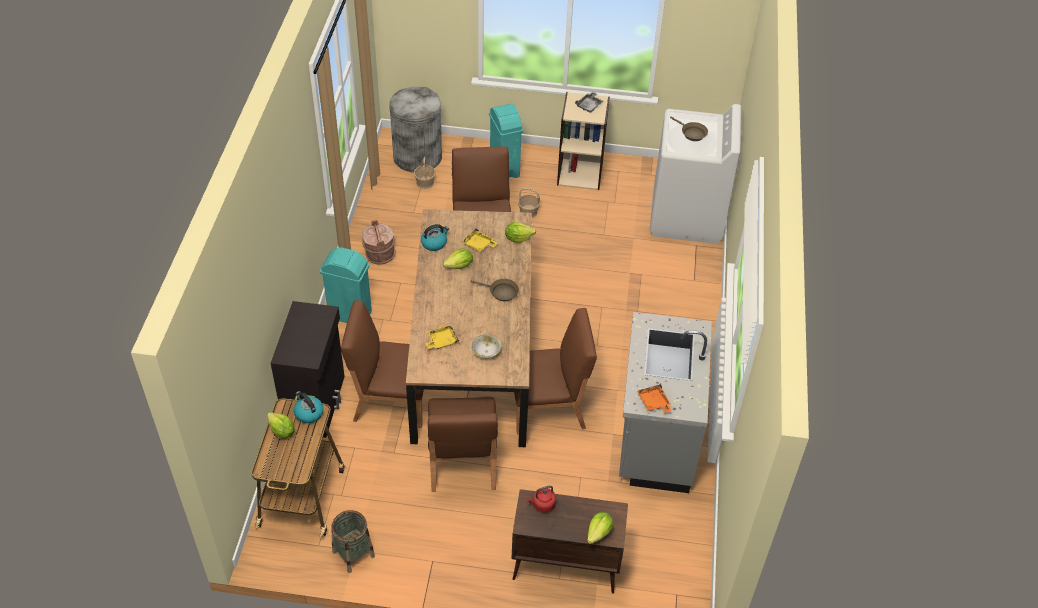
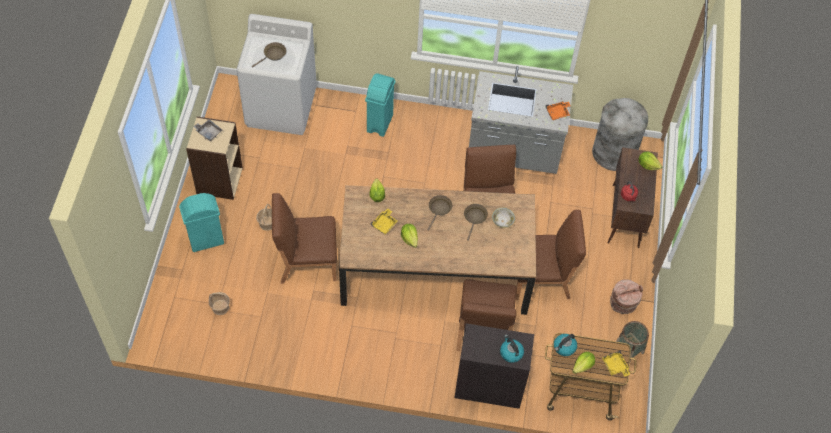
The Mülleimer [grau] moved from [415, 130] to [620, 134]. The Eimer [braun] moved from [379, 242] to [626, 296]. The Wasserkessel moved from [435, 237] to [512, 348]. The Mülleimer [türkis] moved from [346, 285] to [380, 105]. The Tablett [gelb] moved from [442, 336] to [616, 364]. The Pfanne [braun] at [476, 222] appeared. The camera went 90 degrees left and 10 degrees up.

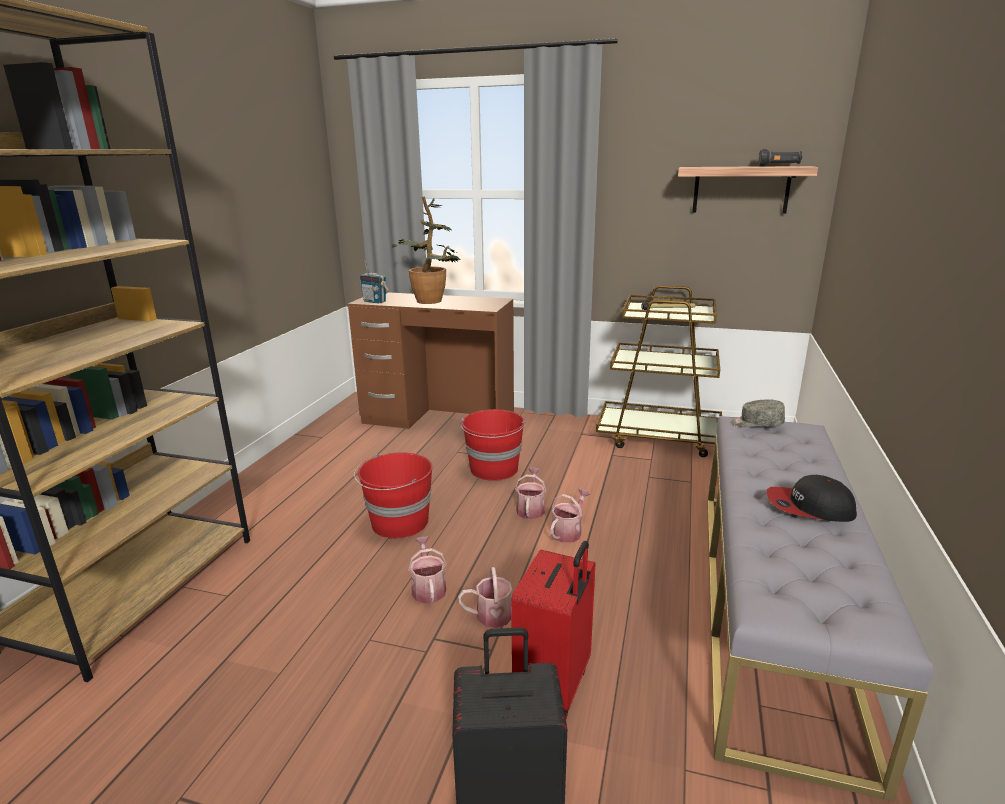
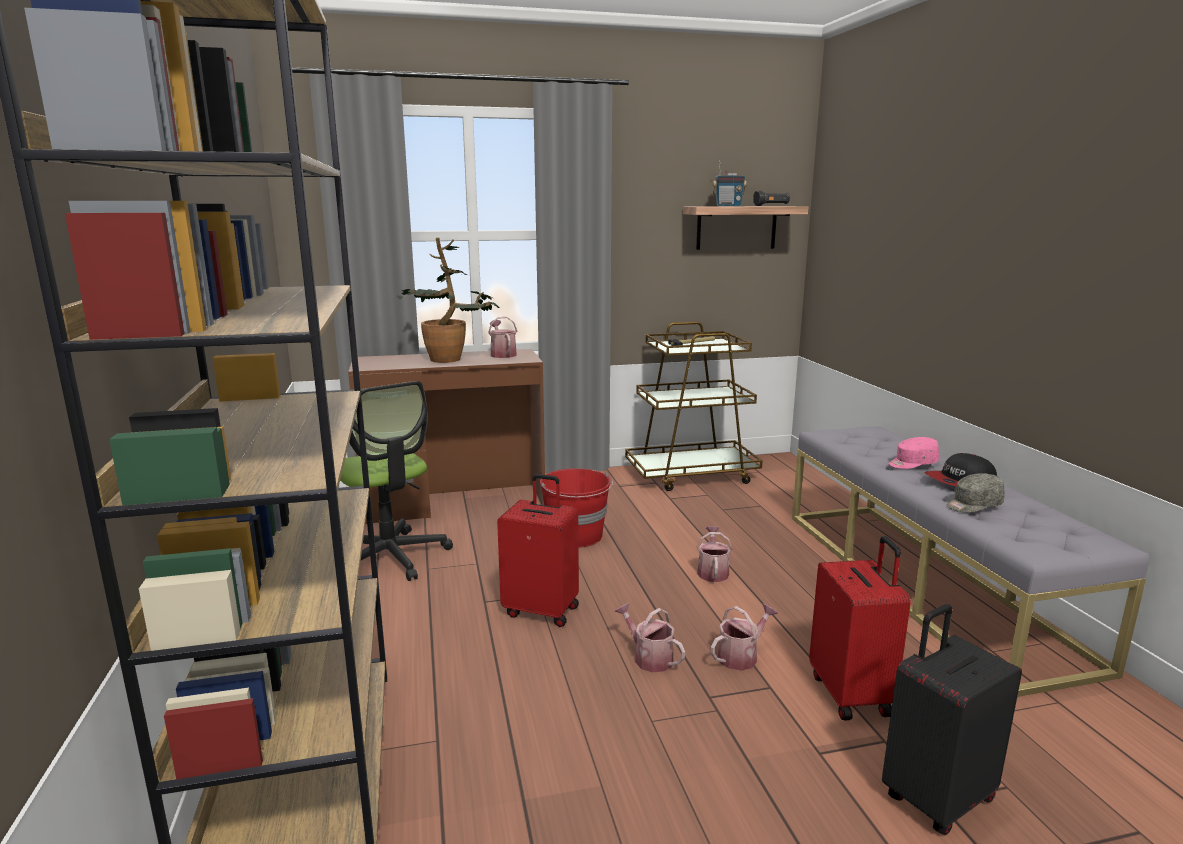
The Radio moved from [374, 281] to [730, 182]. The Kappe [grau] moved from [758, 413] to [976, 492]. The Eimer [rot] at [393, 495] was replaced by the Koffer [rot] at [538, 550]. The Gießkanne moved from [531, 493] to [502, 337]. The Bürostuhl at [396, 481] appeared. The Kappe [rosa] at [914, 453] appeared. The camera went 30 degrees left and 5 degrees down.

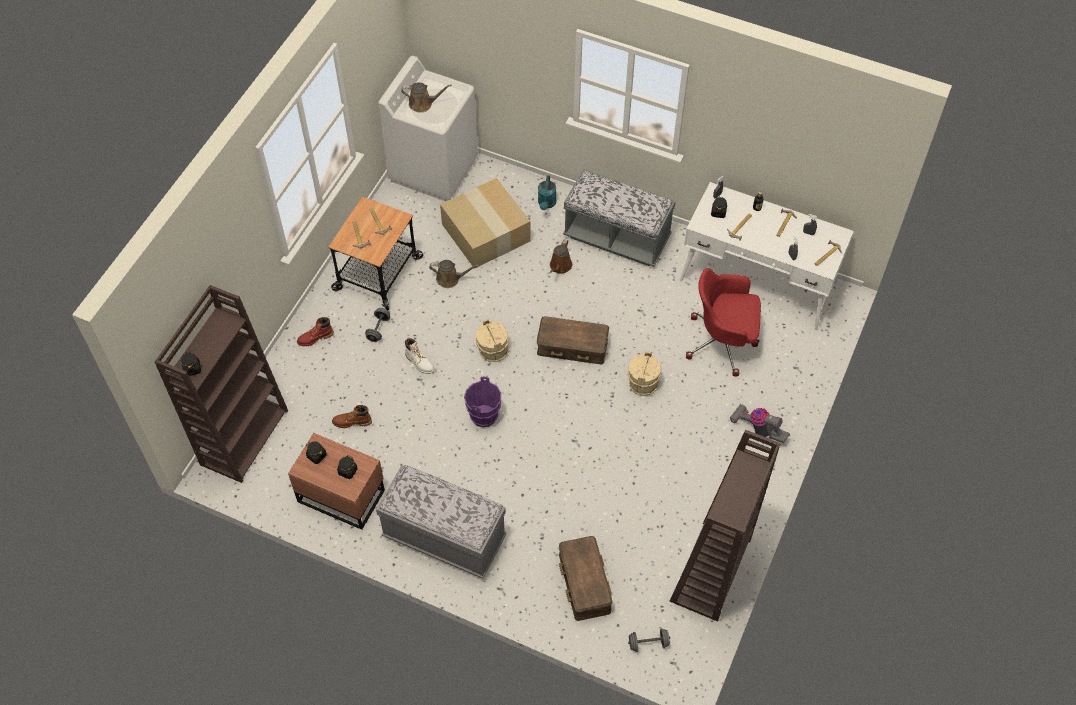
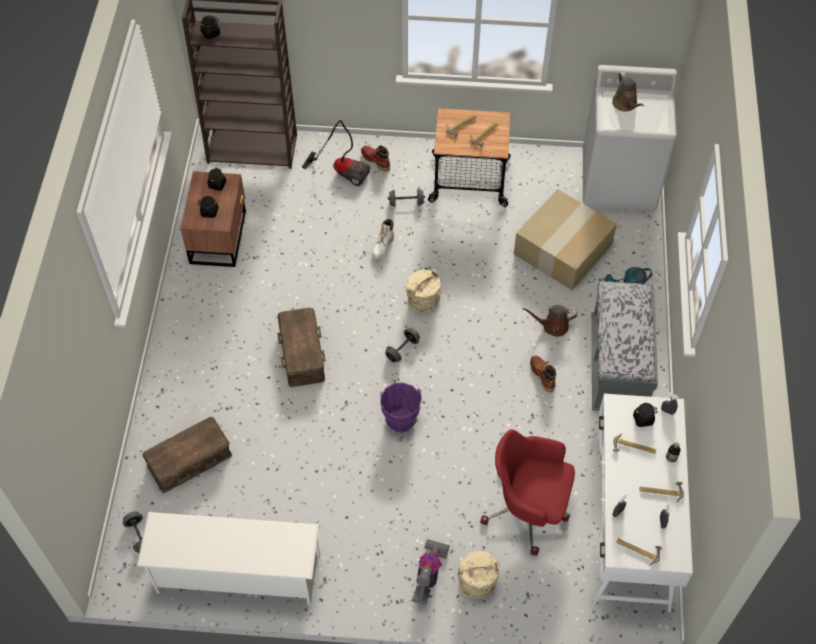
The Gießkanne [braun] at [454, 274] disappeared. The Bürostuhl [rot] at [723, 322] turned 60 degrees counterclockwise. The Aufbewahrungsbox [braun] moved from [573, 340] to [301, 347]. The Eimer [beige] moved from [645, 373] to [479, 575]. The Eimer [lila] moved from [482, 402] to [400, 407]. The Stiefel [braun] moved from [352, 416] to [543, 374]. The Bücherregal [braun] at [725, 526] was replaced by the Schuhregal [weiß] at [228, 558]. The Bank [grau] at [441, 522] disappeared. The Staubsauger at [336, 153] appeared. The Hantel [grau] at [402, 345] appeared. The camera went 70 degrees right and 0 degrees up.

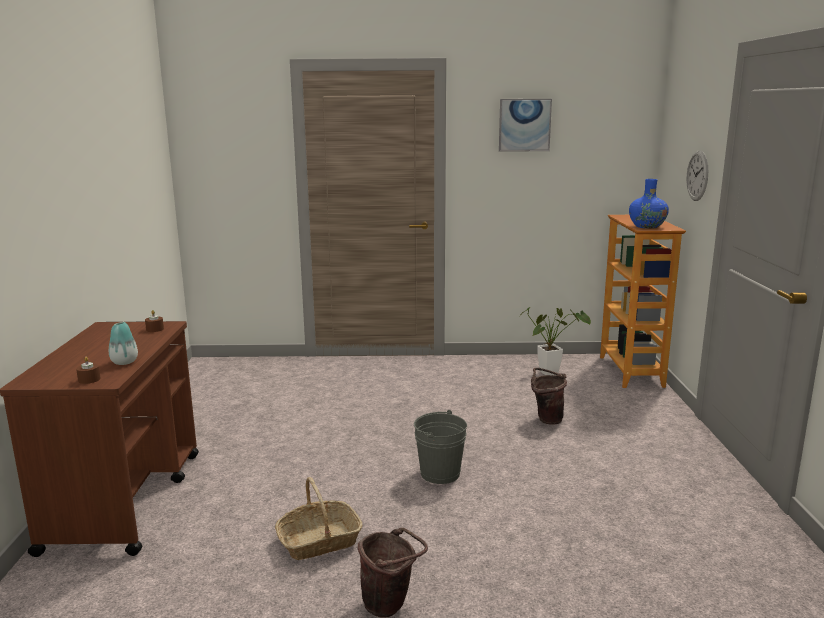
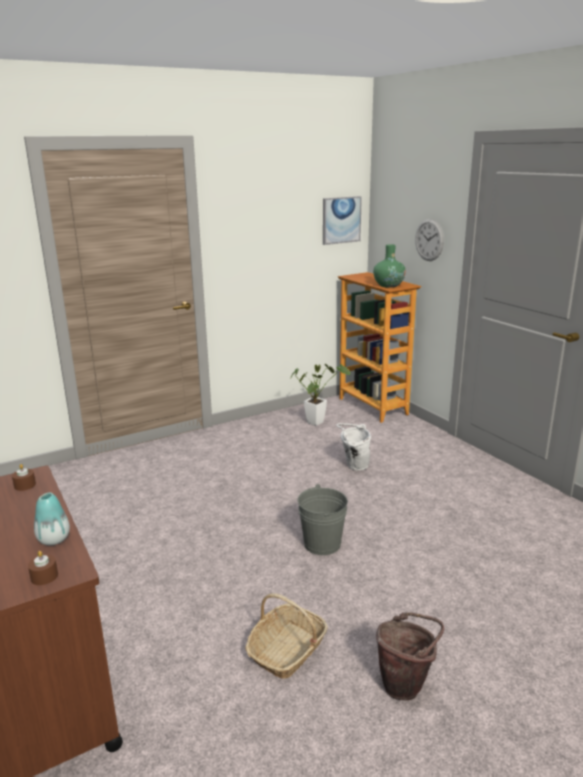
The Bild moved from [525, 125] to [342, 220]. The Vase [blau] at [649, 204] became the Vase [grün] at [389, 265]. The Eimer [braun] at [549, 396] became the Eimer [weiß] at [353, 447]. The camera went 30 degrees left and 5 degrees up.

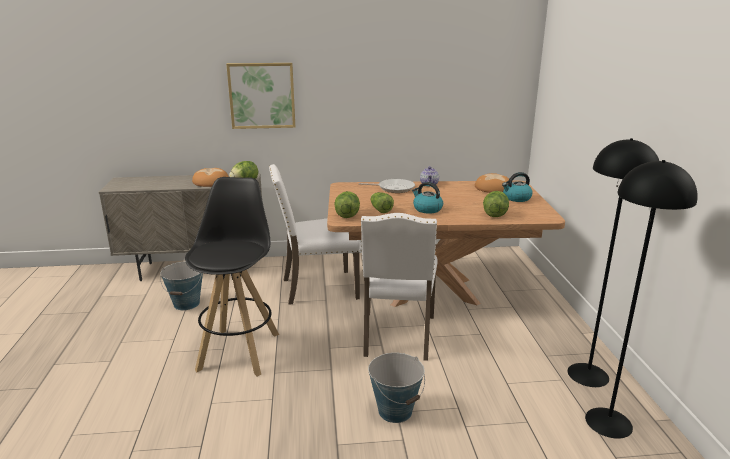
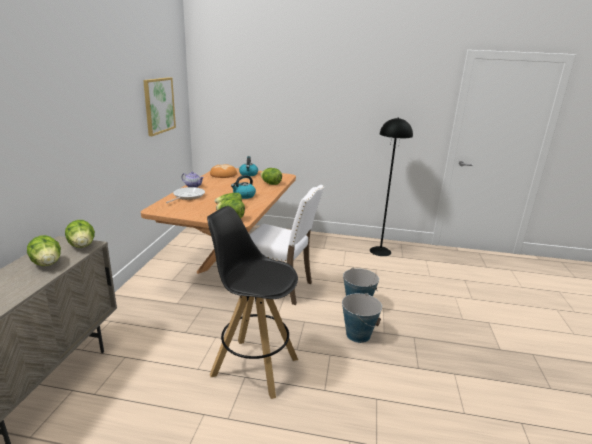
The Bild moved from [260, 96] to [159, 106]. The Stehlampe [schwarz] at [613, 262] disappeared. The Stuhl [weiß] at [315, 234] disappeared. The Brot at [210, 177] was replaced by the Salatkopf at [44, 250]. The Eimer moved from [181, 285] to [362, 318]. The camera went 75 degrees left and 0 degrees up.

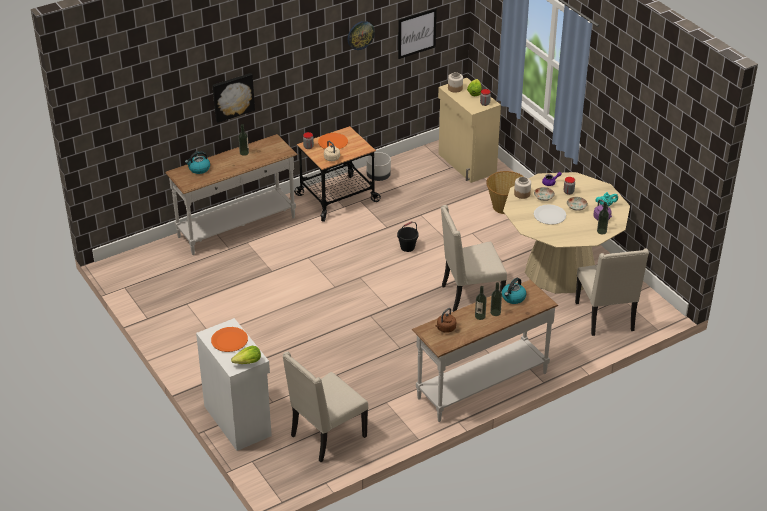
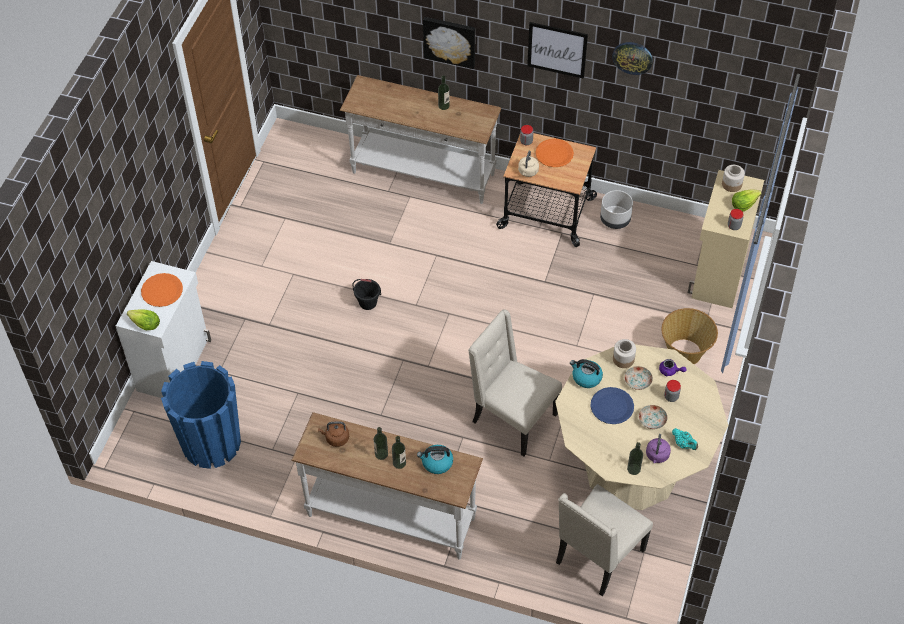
The Bild moved from [417, 33] to [557, 50]. The Wasserkessel moved from [197, 162] to [586, 373]. The Teller [weiß] at [550, 214] became the Teller [blau] at [612, 405]. The Eimer [schwarz] moved from [407, 237] to [366, 294]. The Stuhl [beige] at [325, 406] was replaced by the Pflanzkübel [blau] at [201, 415]. The camera went 50 degrees right and 15 degrees up.

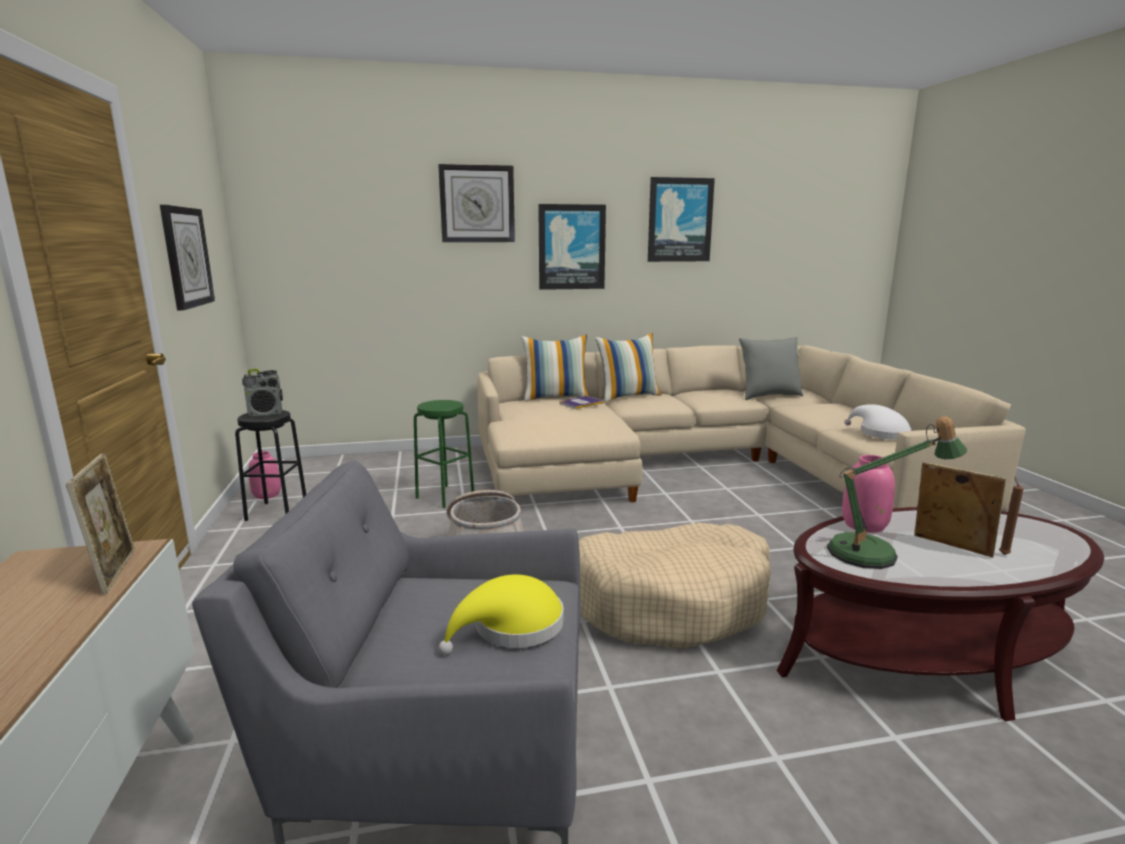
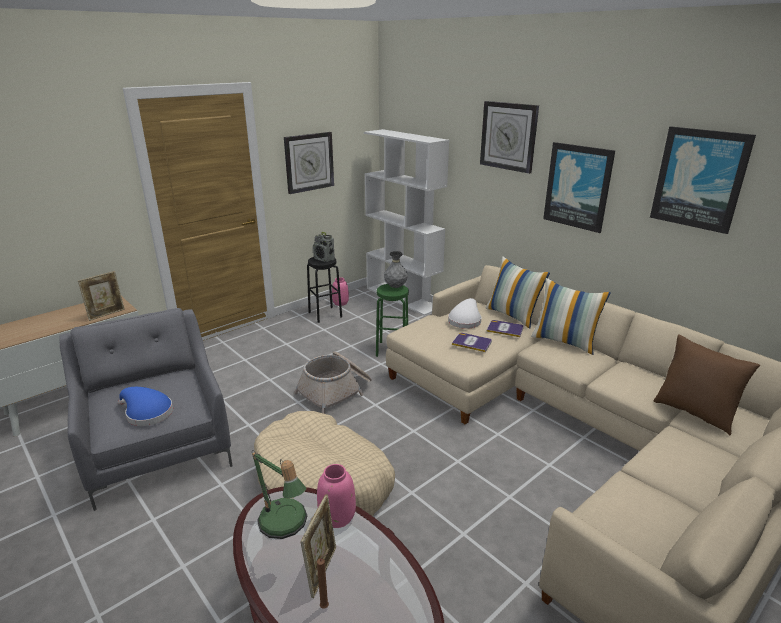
The Kissen [grau] at [771, 368] became the Kissen [braun] at [707, 385]. The Hut [weiß] moved from [878, 422] to [464, 313]. The Hut [gelb] at [501, 615] became the Hut [blau] at [145, 406]. The Bücherregal [weiß] at [406, 222] appeared. The Vase [grau] at [396, 269] appeared. The Buch at [472, 342] appeared. The camera went 60 degrees right and 10 degrees up.

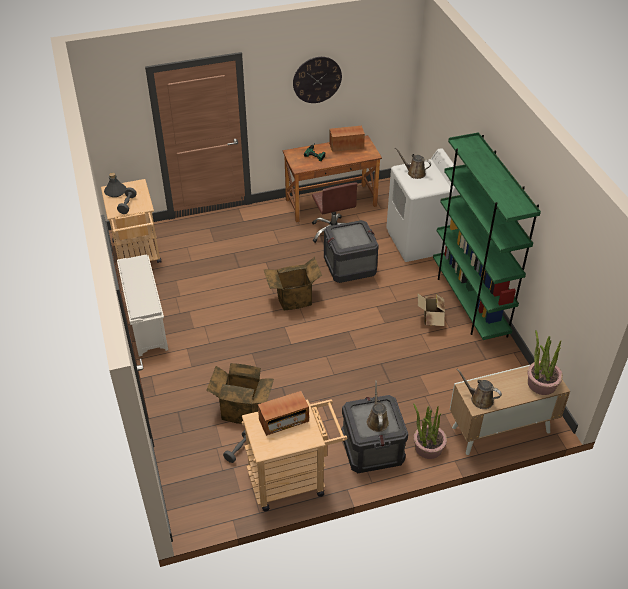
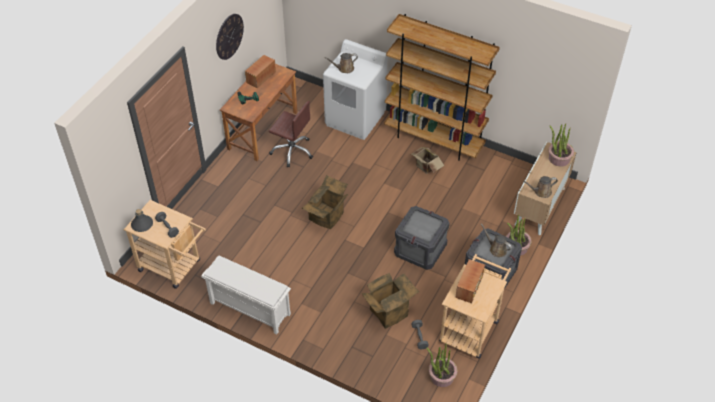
The Bücherregal [grün] at [487, 236] became the Bücherregal [braun] at [442, 87]. The Kiste moved from [351, 251] to [421, 238]. The Topfpflanze at [441, 365] appeared. The camera went 45 degrees left and 5 degrees up.

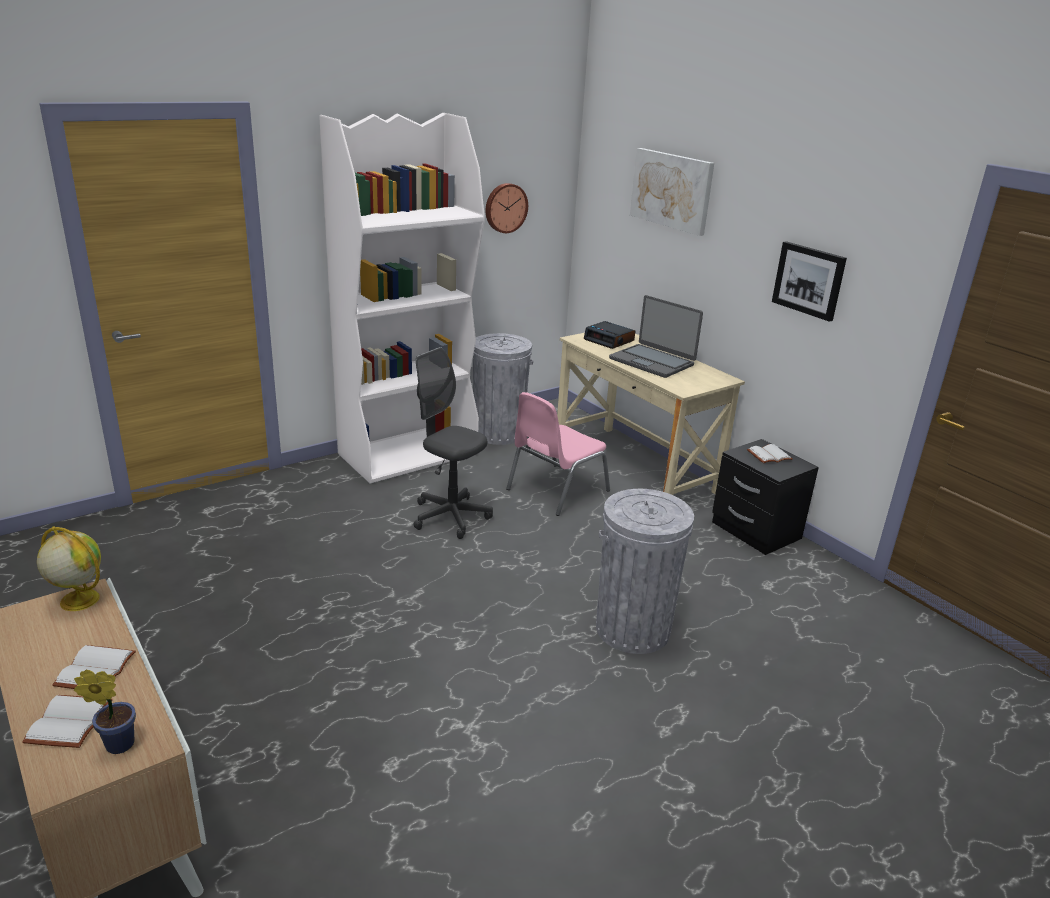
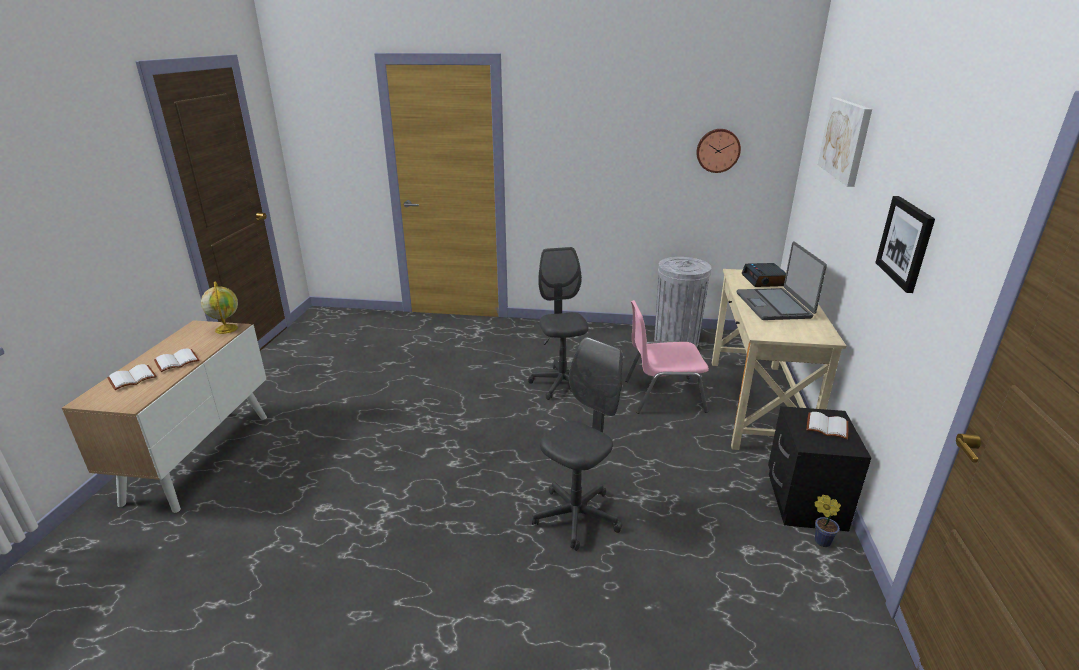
The Bücherregal [weiß] at [402, 298] disappeared. The Mülleimer [grau] at [645, 571] was replaced by the Bürostuhl [grau] at [577, 443]. The Topfpflanze moved from [105, 712] to [827, 521]. The camera went 45 degrees right and 0 degrees up.

